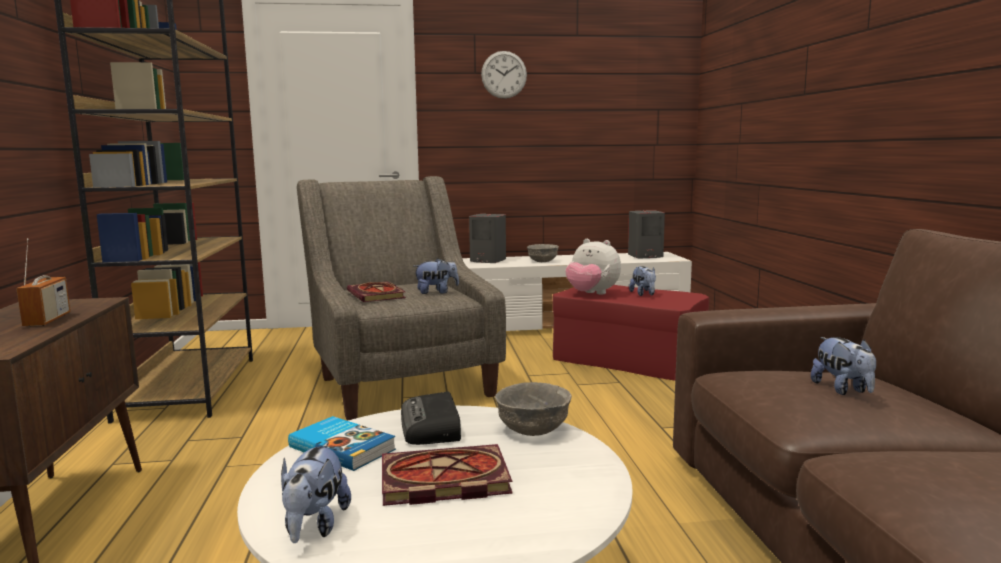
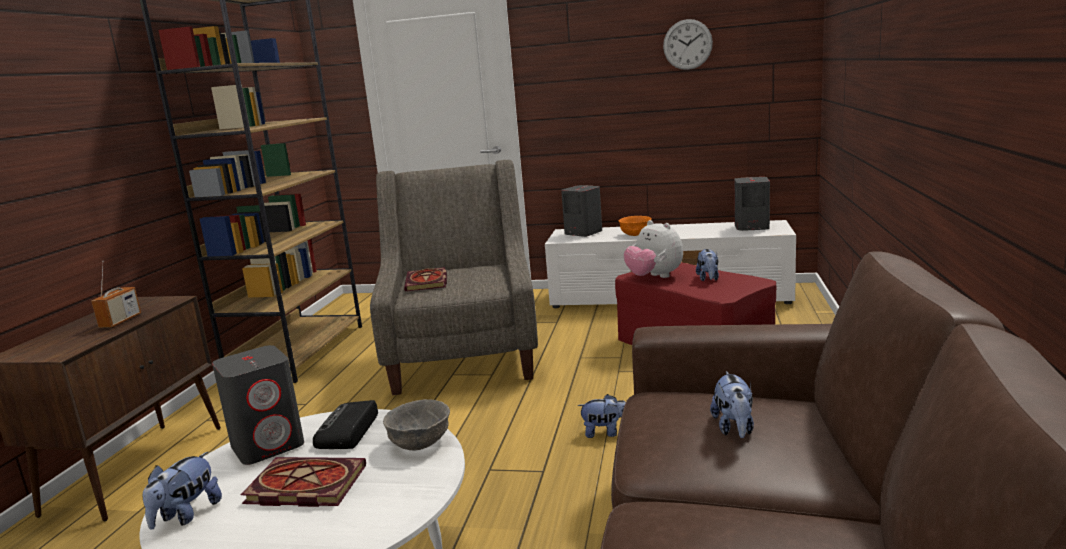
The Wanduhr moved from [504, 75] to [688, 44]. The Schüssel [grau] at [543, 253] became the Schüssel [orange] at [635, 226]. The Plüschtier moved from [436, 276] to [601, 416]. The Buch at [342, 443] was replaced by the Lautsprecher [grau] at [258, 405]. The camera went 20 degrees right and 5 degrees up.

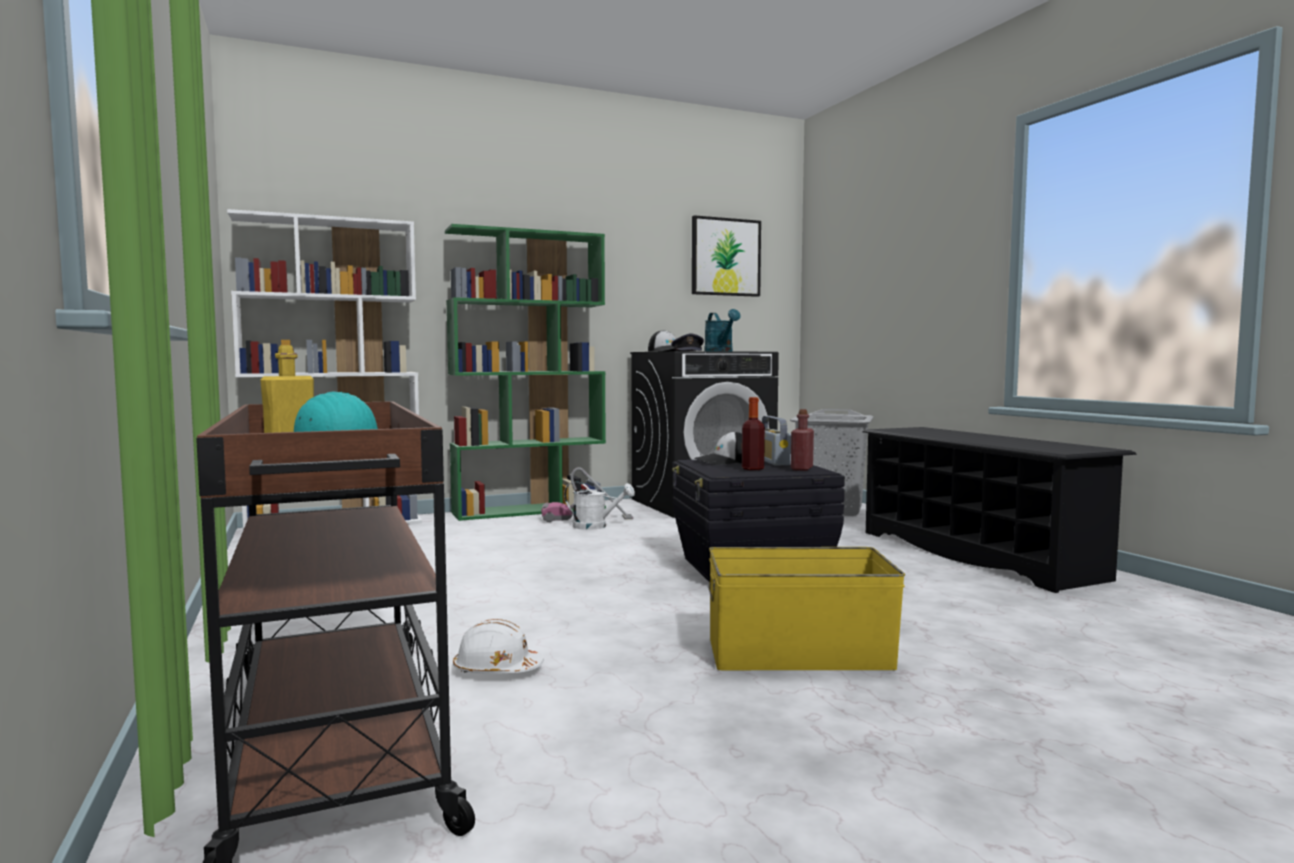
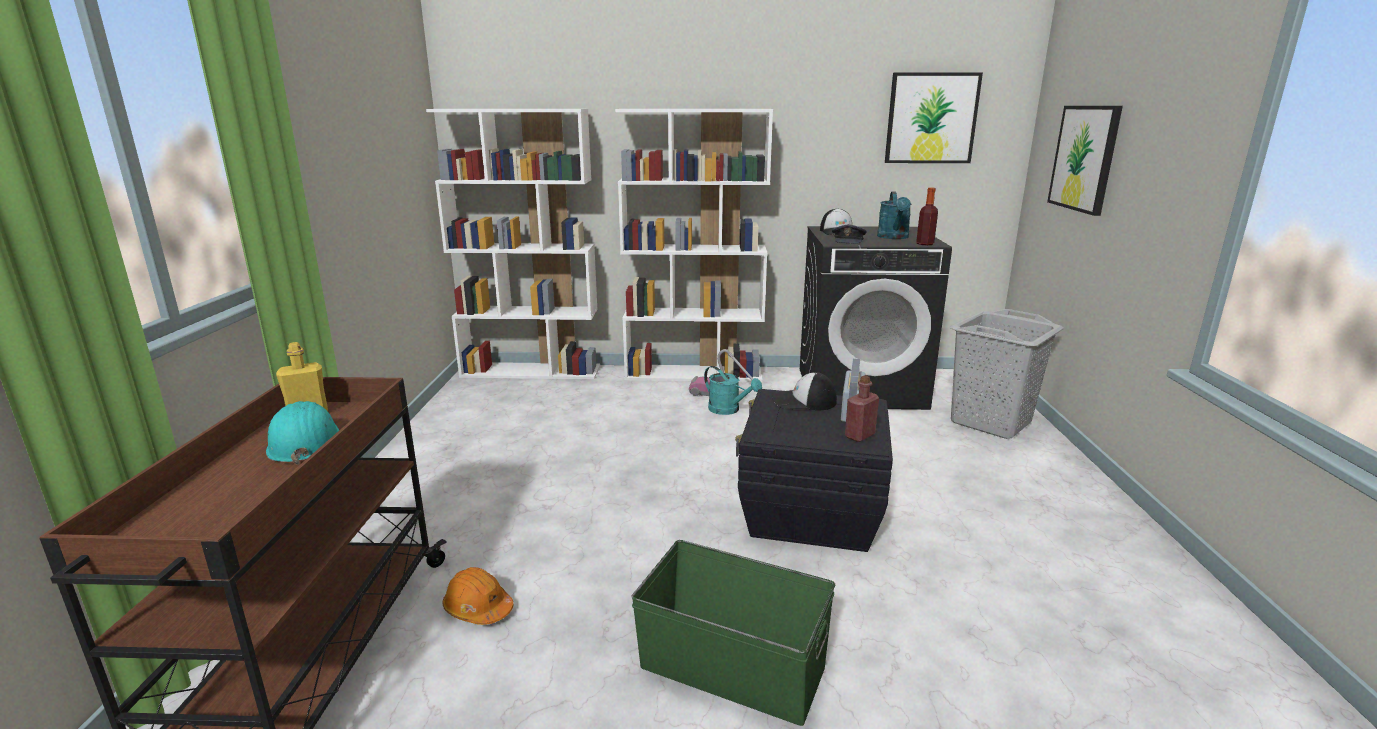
The Bücherregal [grün] at [525, 372] became the Bücherregal [weiß] at [694, 245]. The Flasche moved from [753, 433] to [927, 216]. The Schuhregal [schwarz] at [1000, 510] disappeared. The Gießkanne [weiß] at [599, 505] became the Gießkanne [türkis] at [733, 390]. The Aufbewahrungsbox [gelb] at [807, 608] became the Aufbewahrungsbox [grün] at [733, 633]. The Schutzhelm [weiß] at [498, 646] became the Schutzhelm [orange] at [478, 596]. The Bild at [1085, 161] appeared. The camera went 25 degrees right and 15 degrees up.

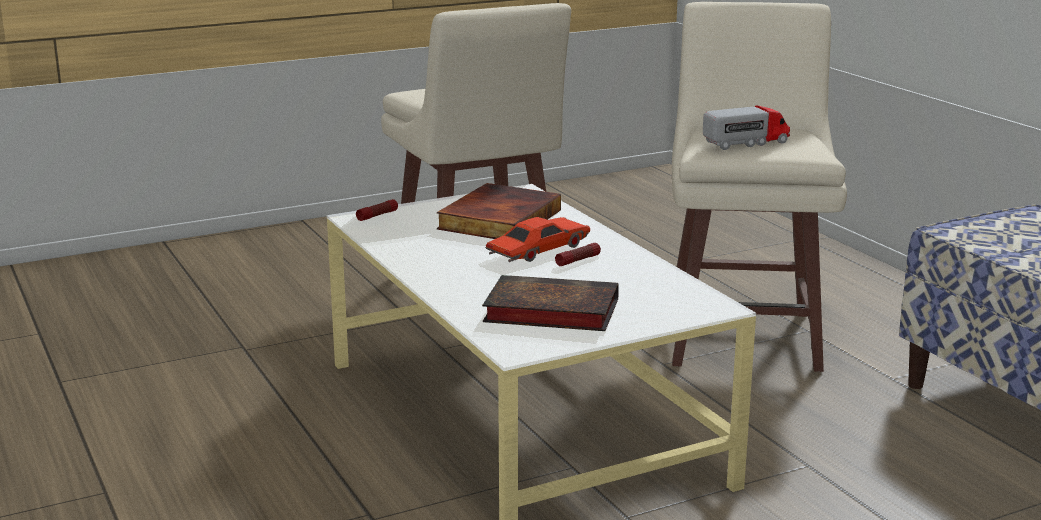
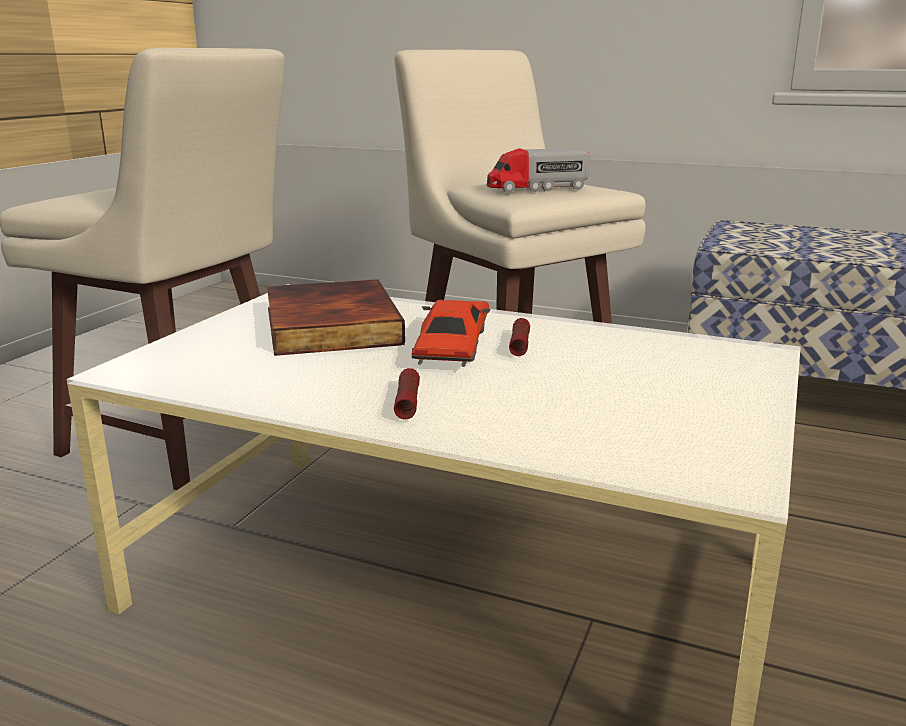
The Spielzeuglaster at [746, 127] turned 135 degrees counterclockwise. The Taschenlampe moved from [377, 210] to [407, 394]. The Buch at [550, 303] disappeared. The camera went 40 degrees left and 0 degrees up.

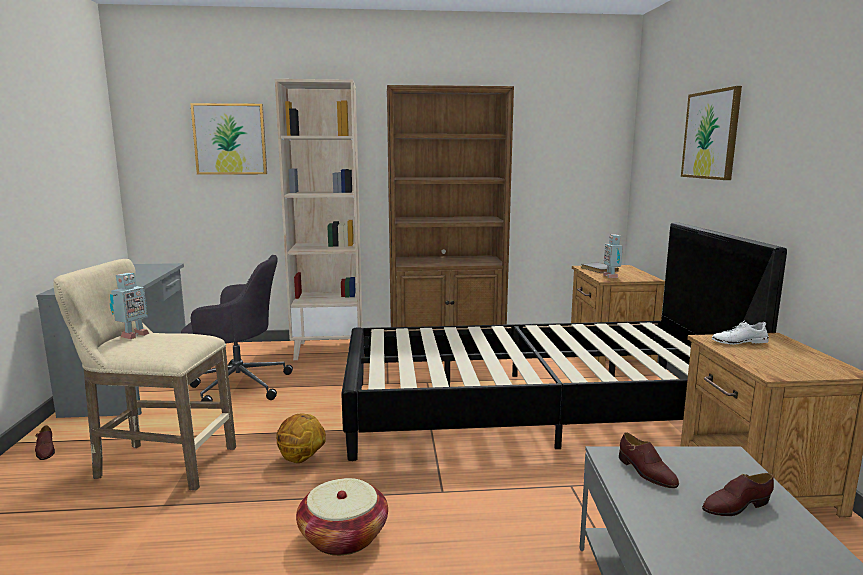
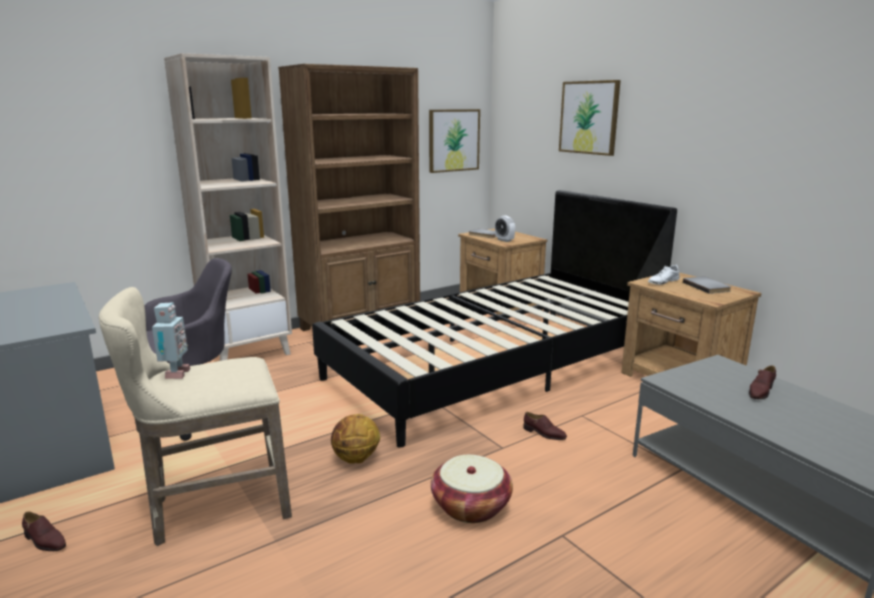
The Bild moved from [228, 139] to [454, 141]. The Spielzeugroboter at [613, 256] was replaced by the Wecker at [505, 229]. The Schuh [braun] moved from [649, 460] to [545, 426]. The Buch [grau] at [707, 285] appeared. The camera went 30 degrees left and 5 degrees up.

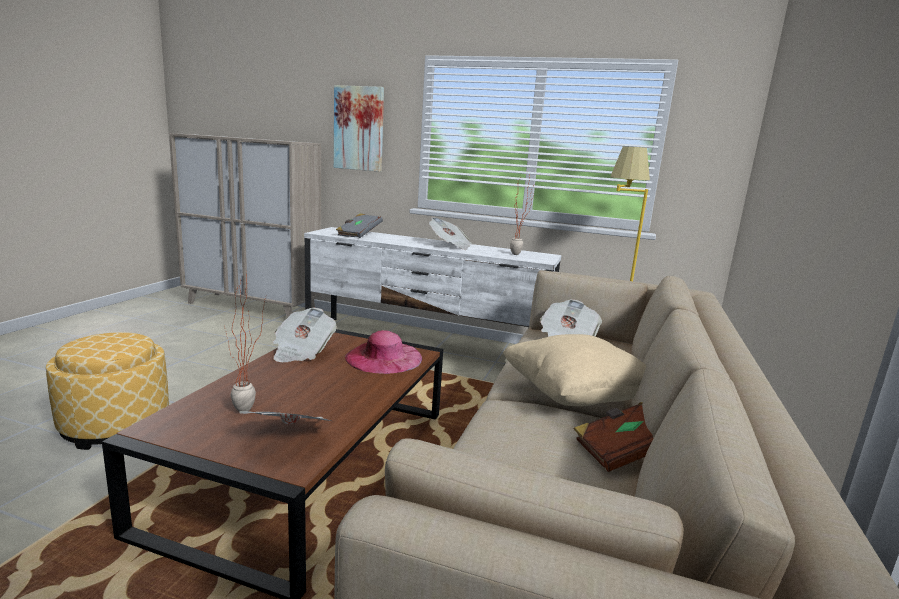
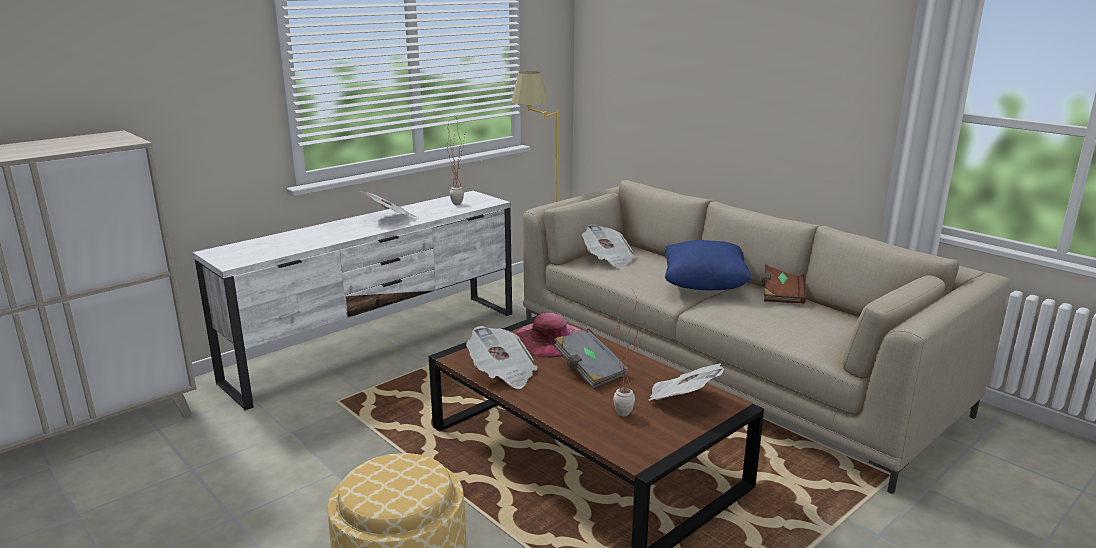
The Bild at [359, 128] disappeared. The Buch [grau] moved from [359, 225] to [591, 358]. The Kissen [beige] at [574, 370] became the Kissen [blau] at [708, 265]. The camera went 60 degrees left and 5 degrees up.

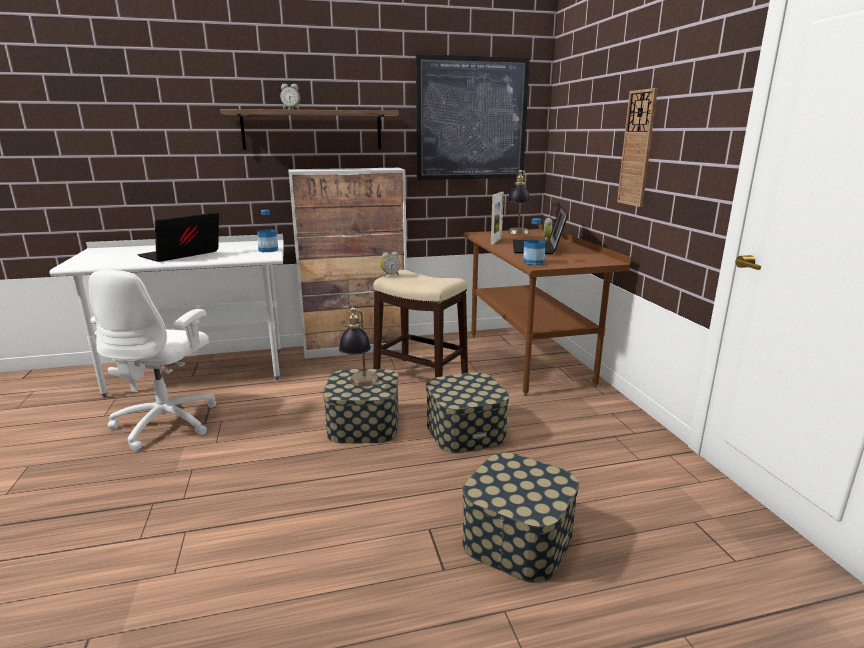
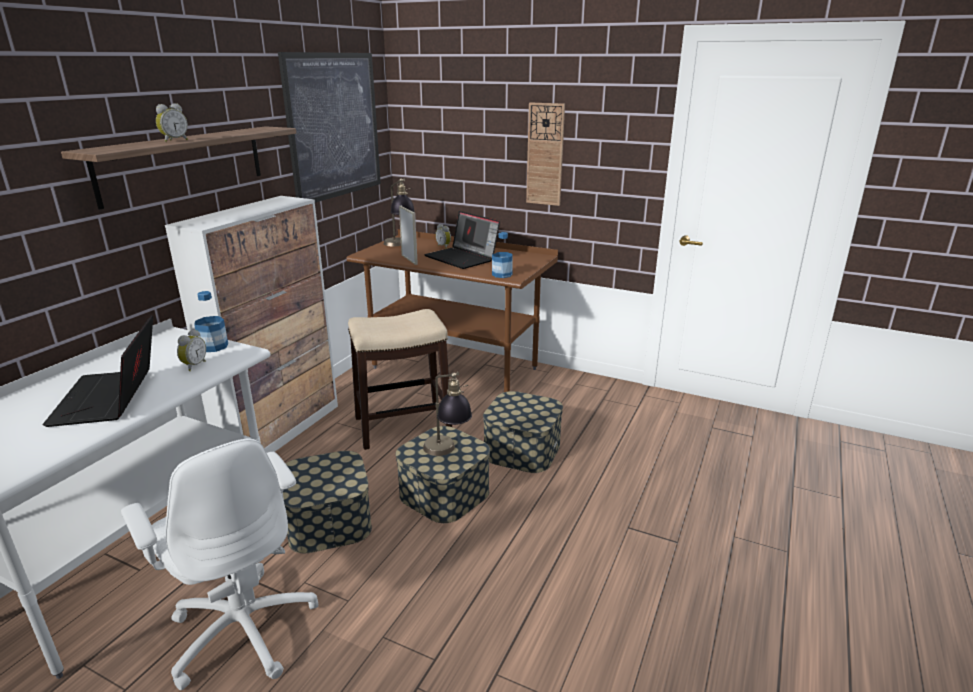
The Wecker moved from [390, 264] to [191, 350]. The Aufbewahrungsbox moved from [520, 518] to [327, 502]. The camera went 50 degrees left and 5 degrees up.

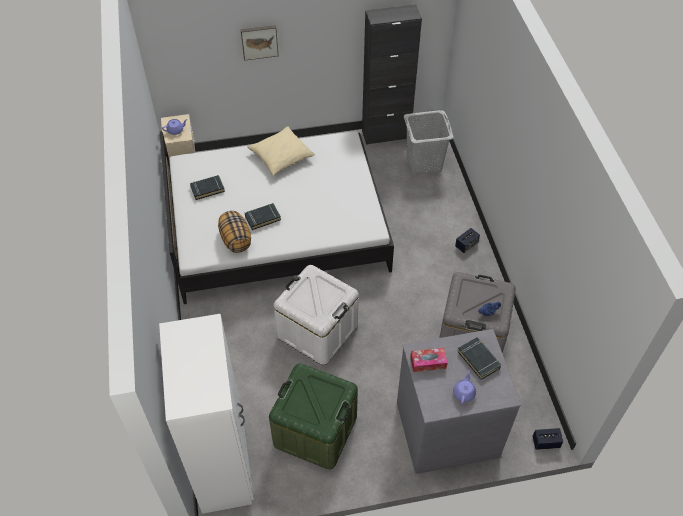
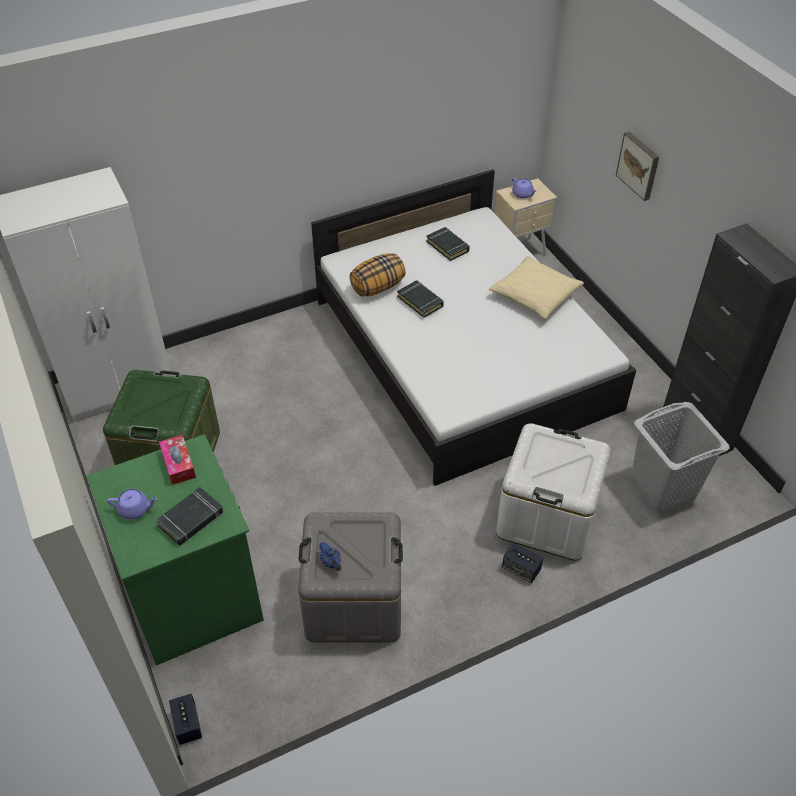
The Aufbewahrungsbox [weiß] moved from [316, 315] to [553, 492]. The Kommode [grau] at [459, 401] became the Kommode [grün] at [175, 549]. The camera went 75 degrees right and 5 degrees down.

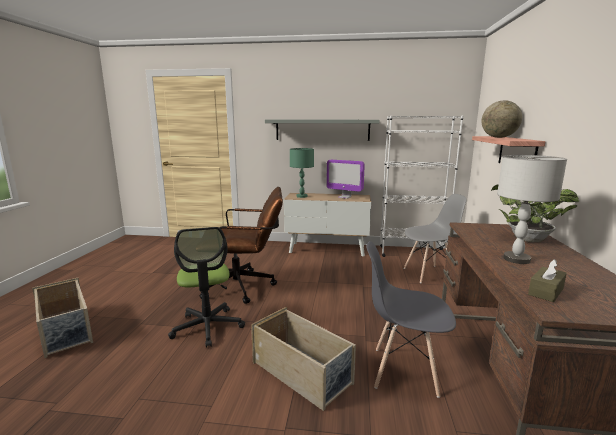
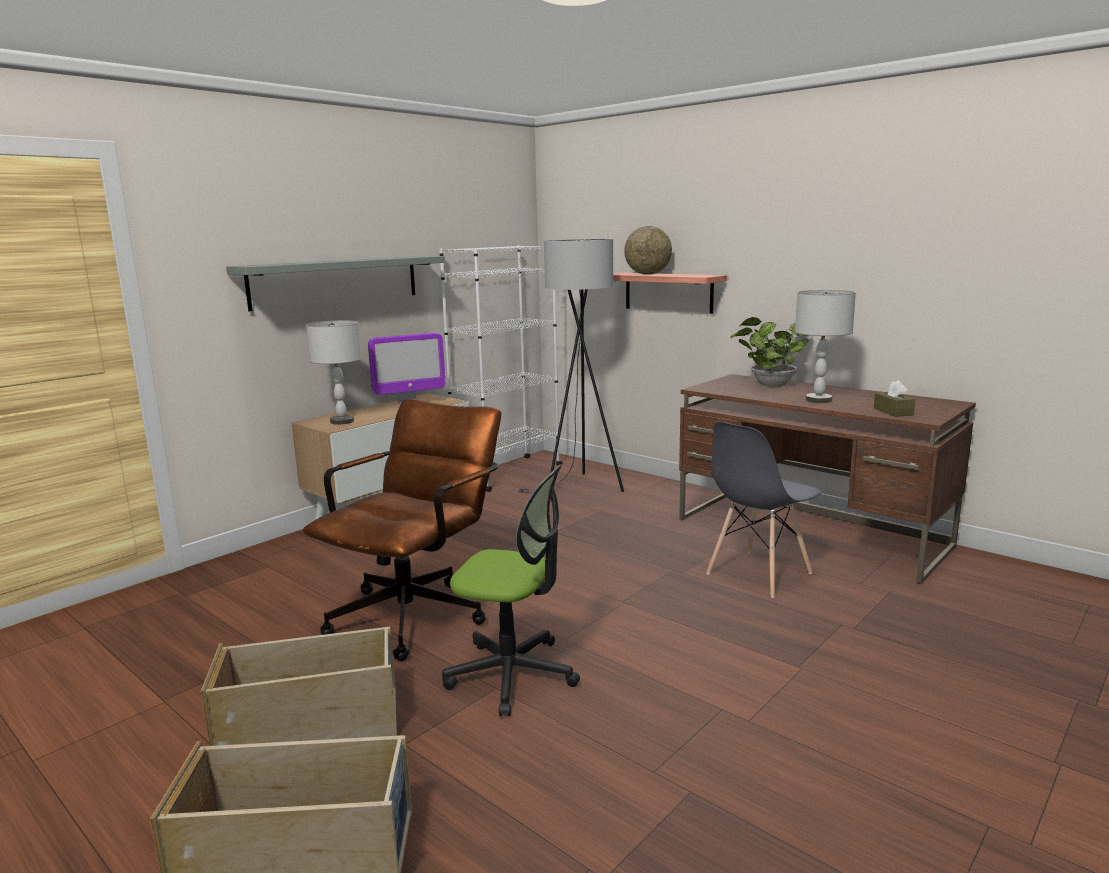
The Tischlampe [grün] at [302, 173] became the Tischlampe [grau] at [334, 372]. The Stuhl [grau] at [435, 238] was replaced by the Stehlampe [grau] at [571, 366]. The Aufbewahrungsbox [beige] moved from [303, 359] to [299, 686]. The camera went 55 degrees left and 0 degrees up.

